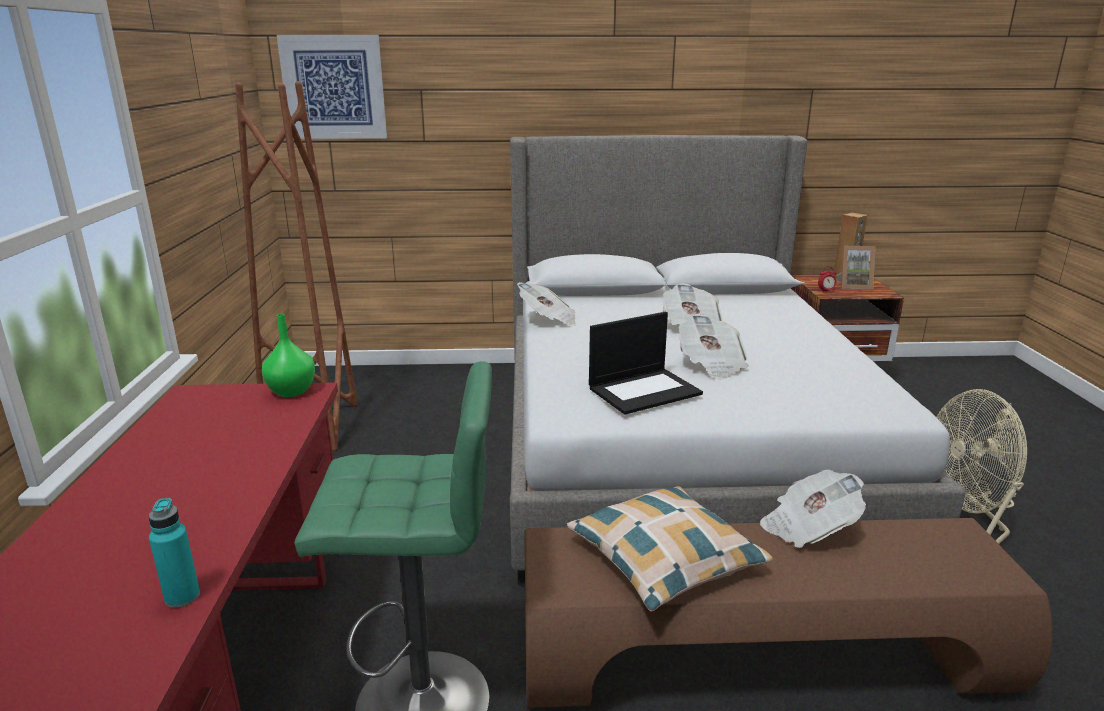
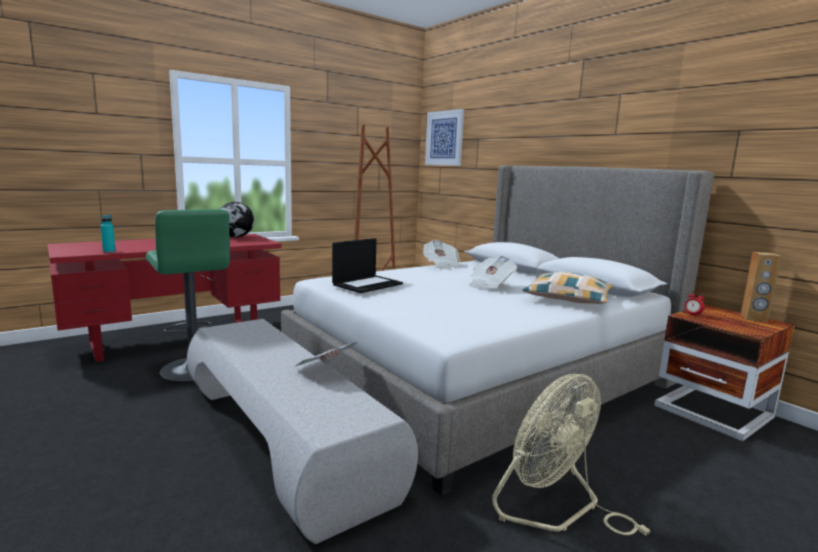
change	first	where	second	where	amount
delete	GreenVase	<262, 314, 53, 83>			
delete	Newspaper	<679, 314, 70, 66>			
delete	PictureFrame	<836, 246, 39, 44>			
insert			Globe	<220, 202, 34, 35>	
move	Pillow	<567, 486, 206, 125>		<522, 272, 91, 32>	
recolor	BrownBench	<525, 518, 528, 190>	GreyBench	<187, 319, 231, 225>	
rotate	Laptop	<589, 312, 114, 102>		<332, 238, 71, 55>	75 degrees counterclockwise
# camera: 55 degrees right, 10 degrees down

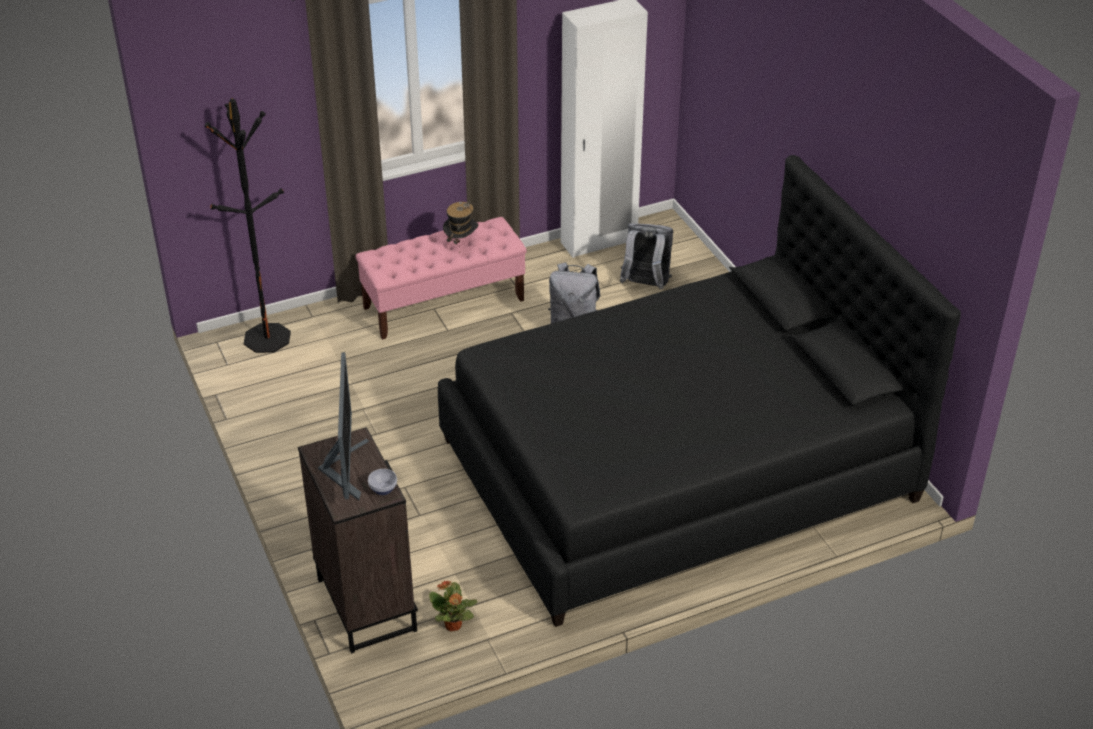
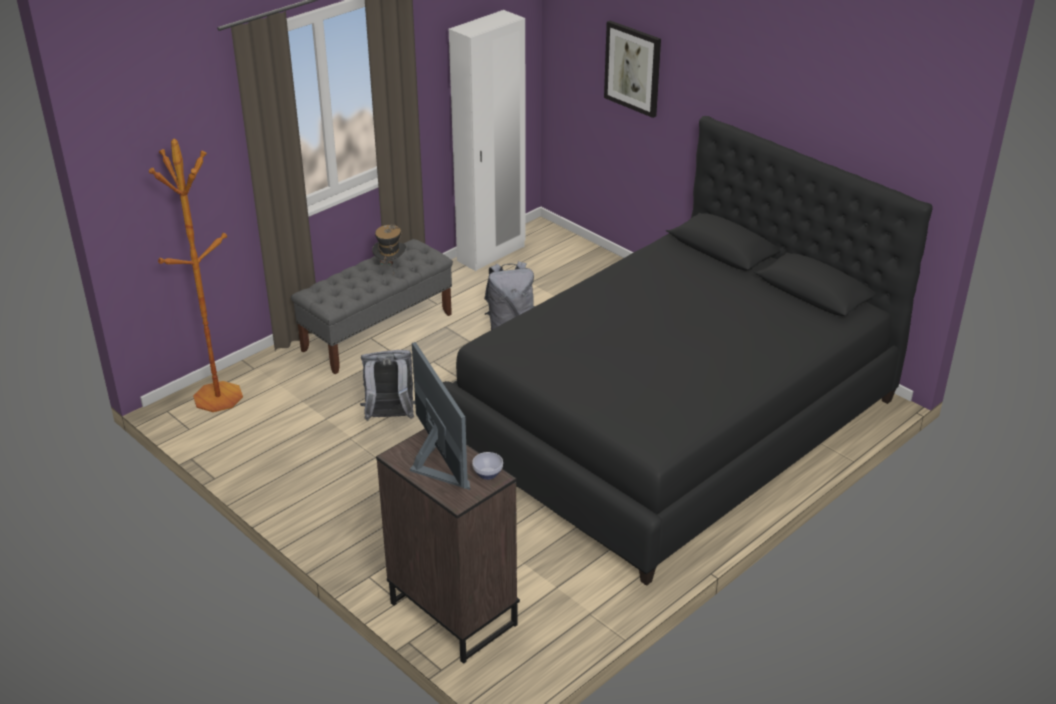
change	first	where	second	where	amount
delete	PottedPlant	<429, 580, 48, 51>			
insert			Picture	<604, 21, 57, 97>	
move	GreyBackpack	<620, 223, 53, 66>		<360, 350, 55, 71>	
recolor	BlackClothesRack	<205, 98, 86, 255>	OrangeClothesRack	<149, 139, 94, 273>	
recolor	PinkBench	<355, 217, 172, 123>	GreyBench	<291, 239, 162, 135>	
# camera: 20 degrees left, 5 degrees down

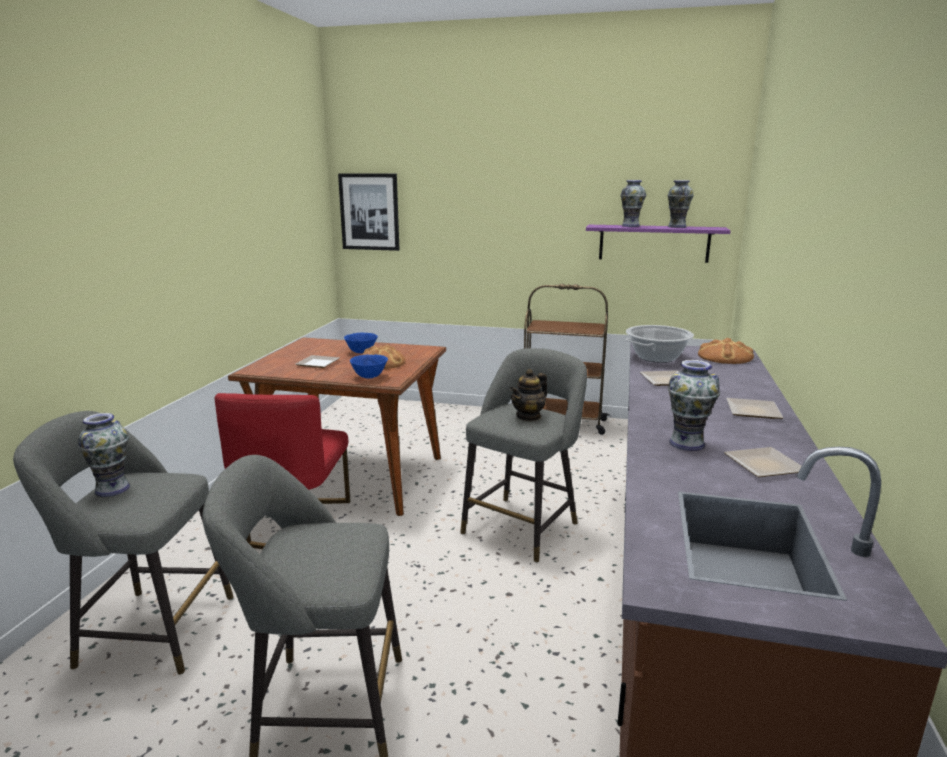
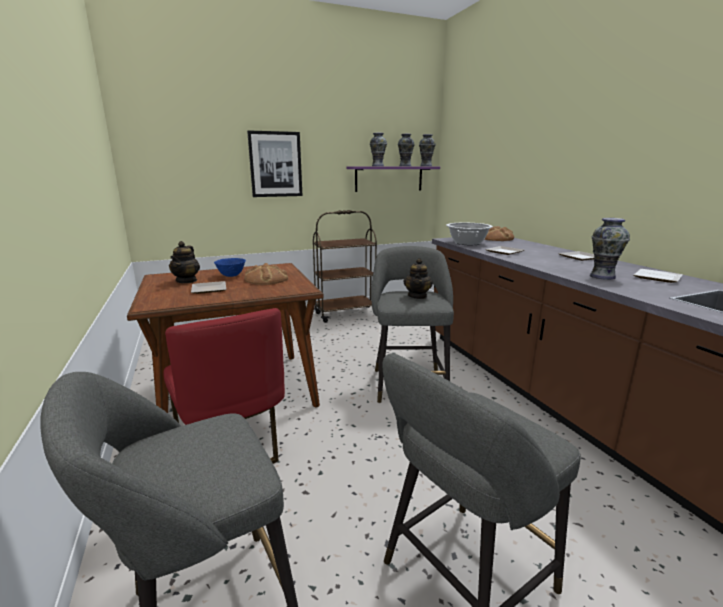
change	first	where	second	where	amount
delete	BlueBowl	<350, 354, 38, 25>			
insert			Teapot	<169, 241, 31, 42>	
move	Vase	<77, 413, 53, 84>		<419, 134, 17, 32>	
move	Picture	<338, 173, 61, 78>		<247, 130, 56, 67>	
# camera: 35 degrees left, 0 degrees up

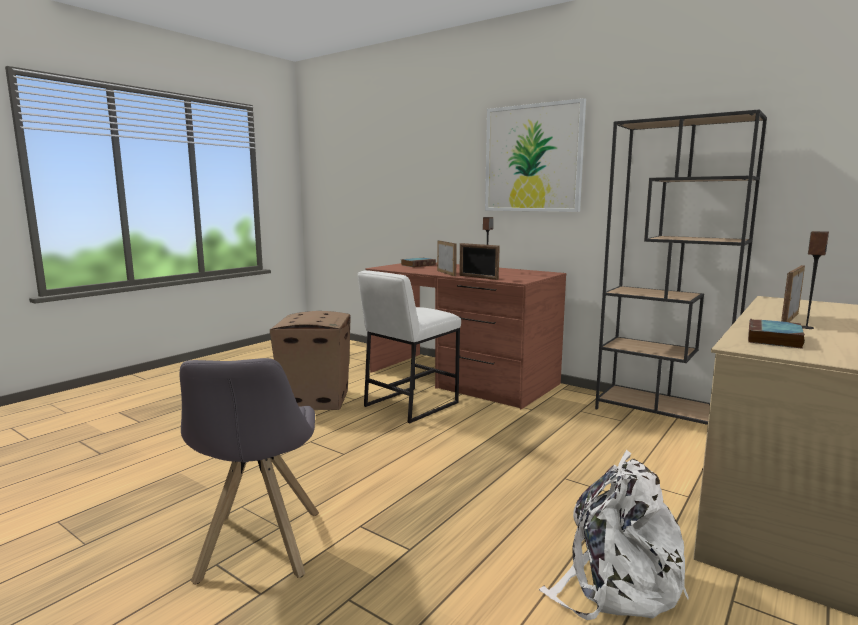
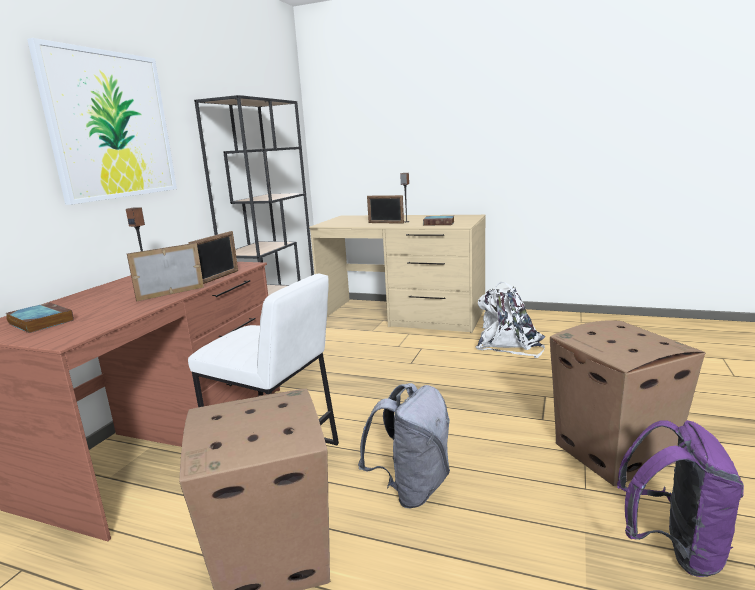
change	first	where	second	where	amount
insert			GreyBackpack	<358, 383, 92, 125>	
insert			PurpleBackpack	<617, 420, 127, 157>	
replace	GreyChair	<179, 358, 140, 227>	CardboardBox	<550, 320, 156, 166>	
# camera: 105 degrees left, 5 degrees up

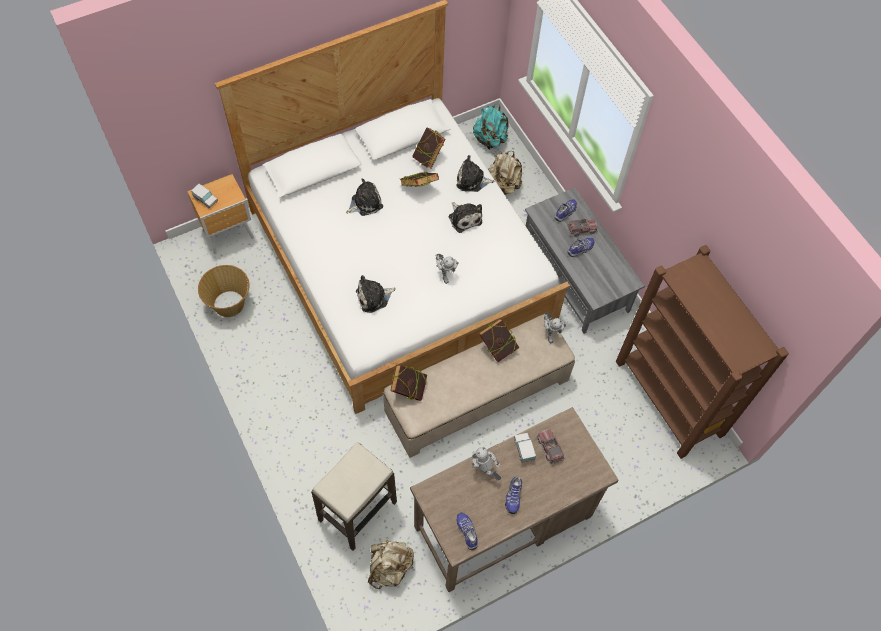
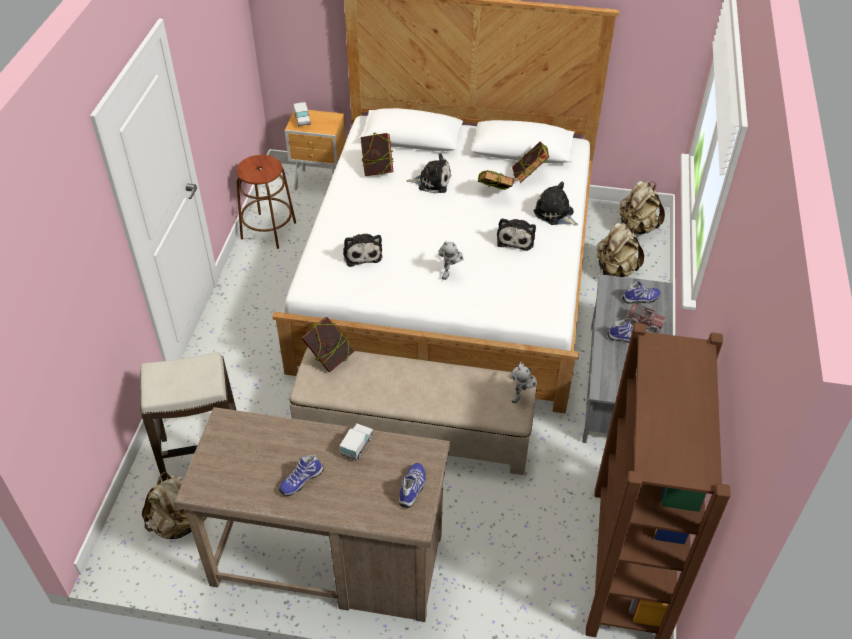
change	first	where	second	where	amount
delete	ToyRobot	<472, 447, 29, 33>			
delete	ToyTruck	<537, 429, 28, 36>			
move	Shoe	<456, 513, 22, 37>		<399, 463, 27, 45>	
move	Book	<479, 319, 40, 43>		<360, 133, 34, 43>	
replace	Basket	<198, 265, 52, 52>	BrownStool	<236, 155, 60, 94>	
recolor	TurquoiseBackpack	<473, 104, 36, 46>	BeigeBackpack	<620, 181, 45, 53>	
rotate	PlushToy	<356, 275, 40, 38>		<343, 234, 39, 33>	120 degrees counterclockwise
# camera: 40 degrees right, 15 degrees down

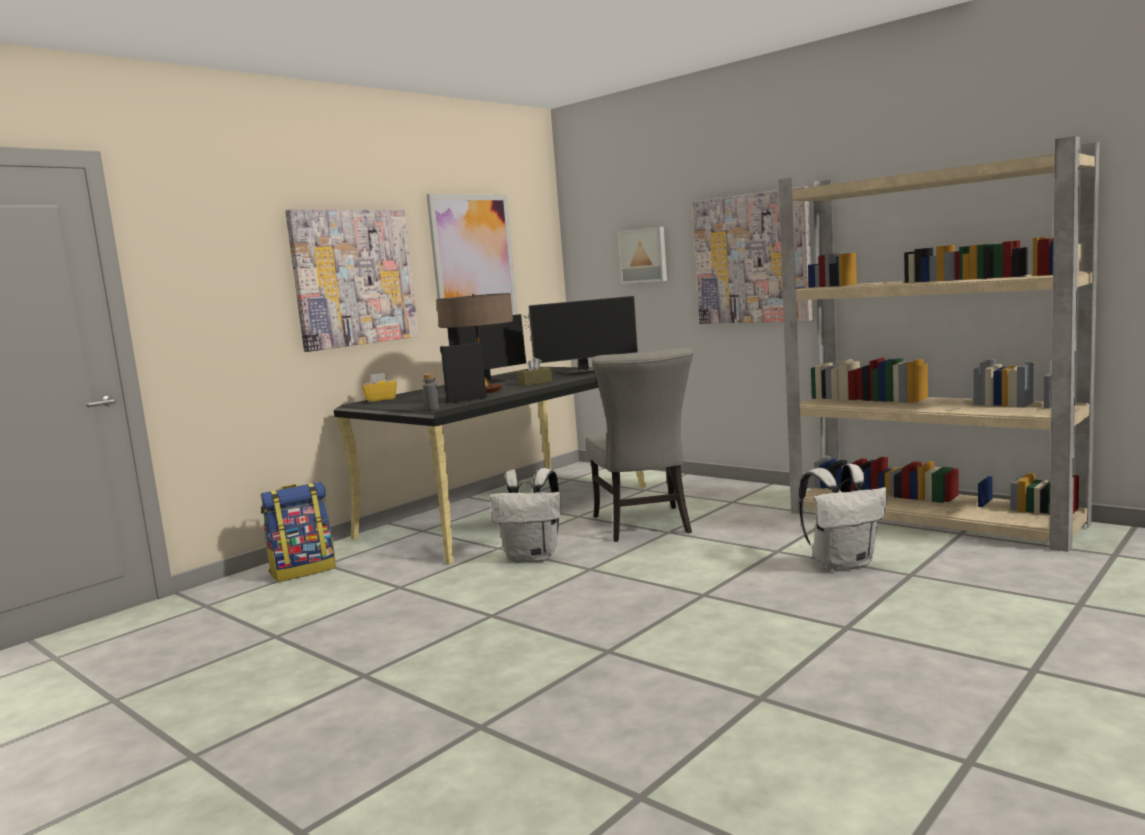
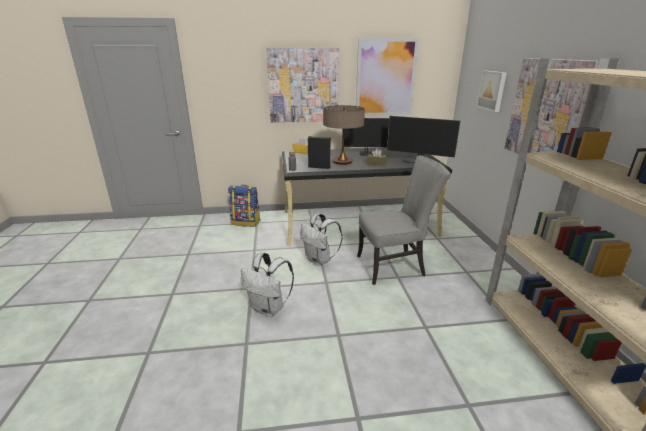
change	first	where	second	where	amount
move	WhiteBackpack	<799, 464, 89, 107>		<241, 252, 53, 65>	
rotate	GreyChair	<586, 348, 107, 194>		<357, 155, 94, 130>	135 degrees counterclockwise
# camera: 40 degrees right, 15 degrees up

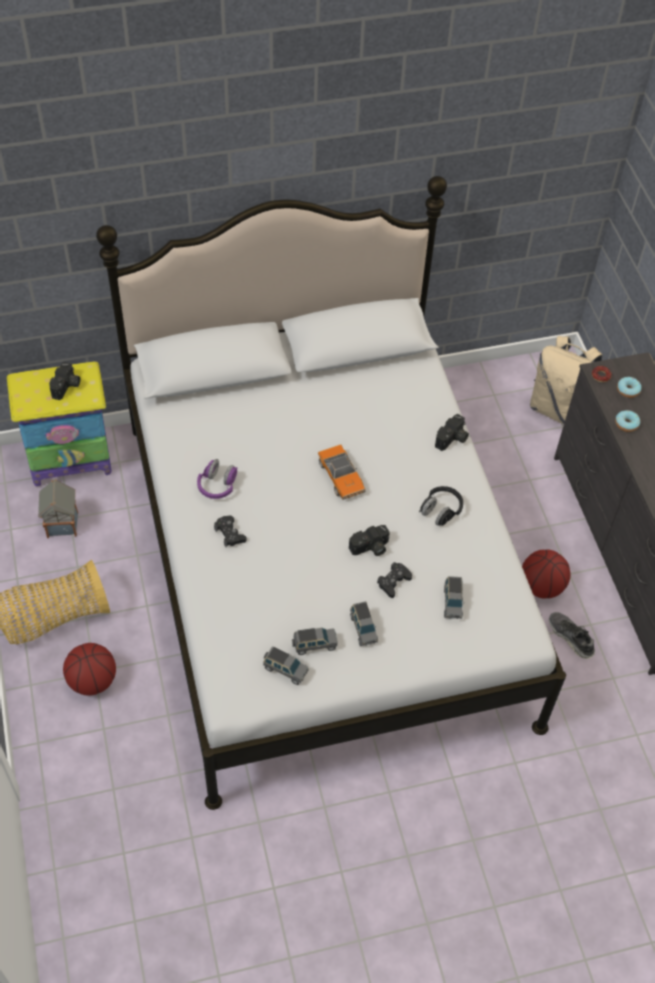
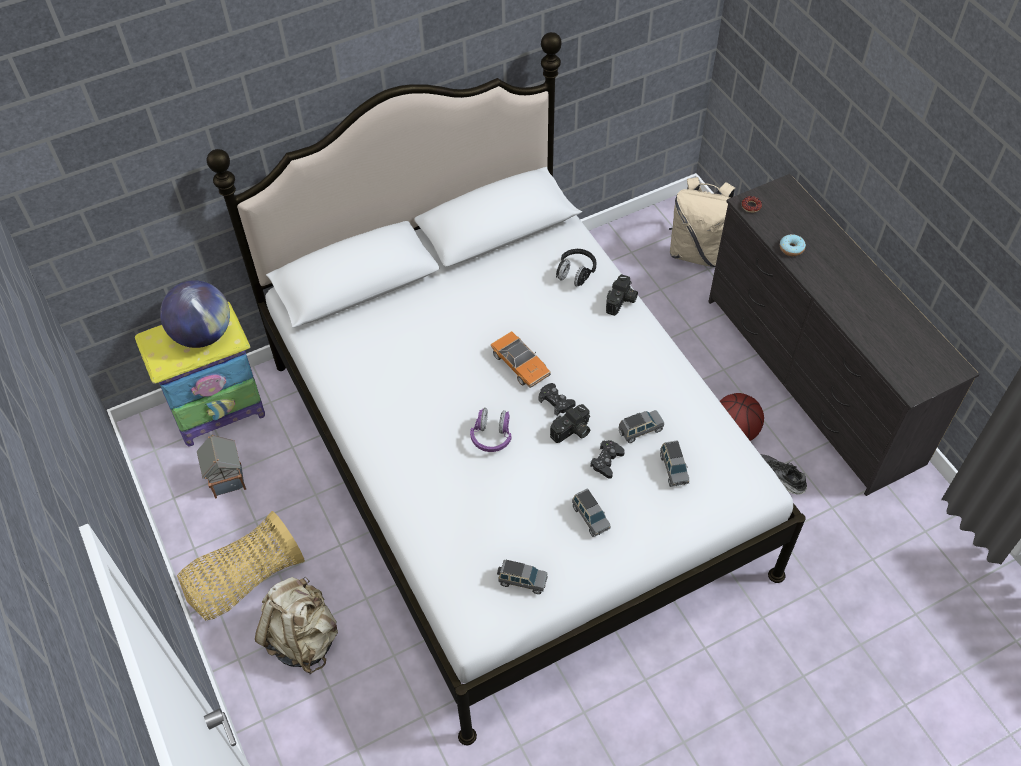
change	first	where	second	where	amount
delete	Donut	<617, 377, 25, 21>			
move	PurpleHeadphones	<197, 459, 41, 40>		<470, 408, 42, 44>	
move	BlackGameController	<214, 516, 33, 31>		<538, 383, 38, 33>	
move	GreyToyCar	<292, 628, 46, 27>		<618, 410, 46, 33>	
move	BlackHeadphones	<419, 486, 44, 40>		<556, 249, 40, 38>	
replace	PhotoCamera	<49, 362, 31, 38>	Globe	<160, 280, 70, 68>	
replace	Basketball	<63, 643, 53, 53>	BeigeBackpack	<255, 577, 83, 97>	
# camera: 10 degrees left, 0 degrees up

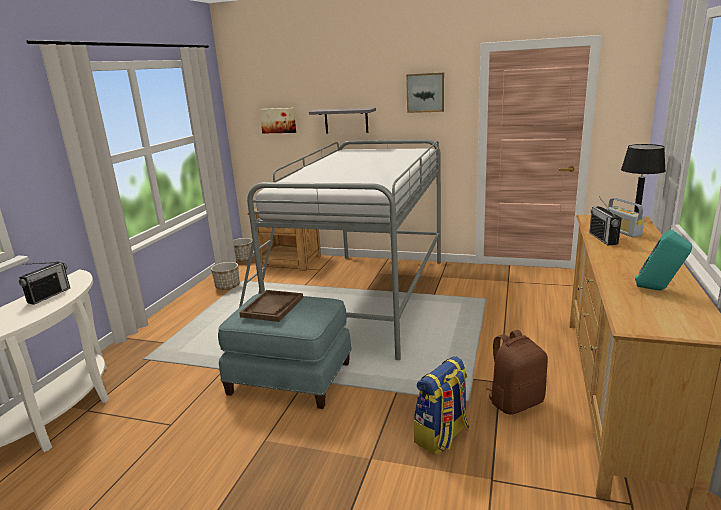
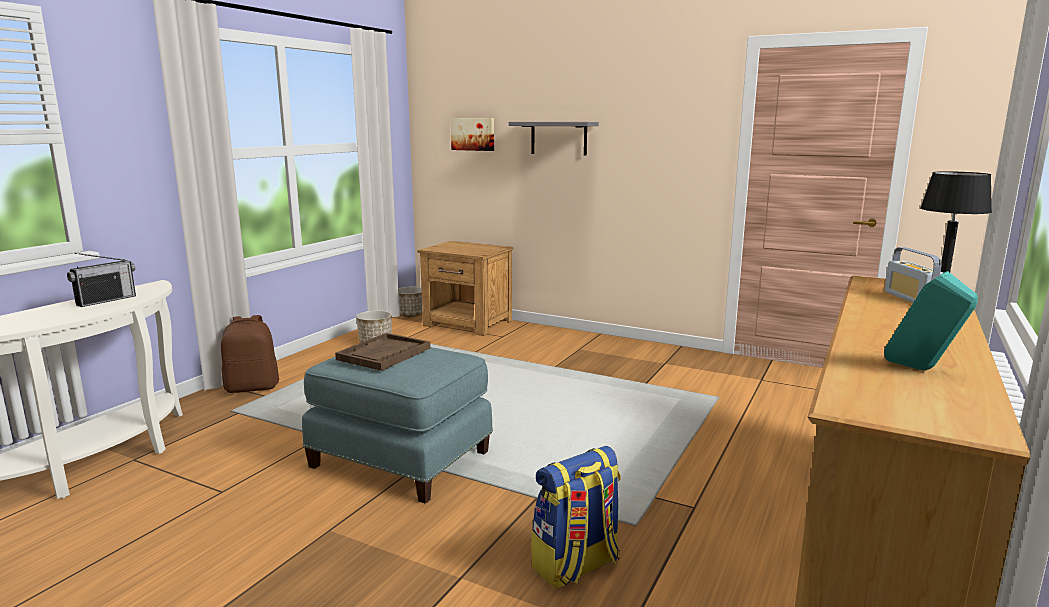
change	first	where	second	where	amount
delete	GreyBed	<239, 139, 202, 221>			
delete	Picture	<406, 73, 38, 40>			
delete	Radio	<589, 196, 33, 49>			
move	BrownBackpack	<487, 330, 61, 85>		<221, 315, 58, 78>	
# camera: 10 degrees right, 5 degrees down

